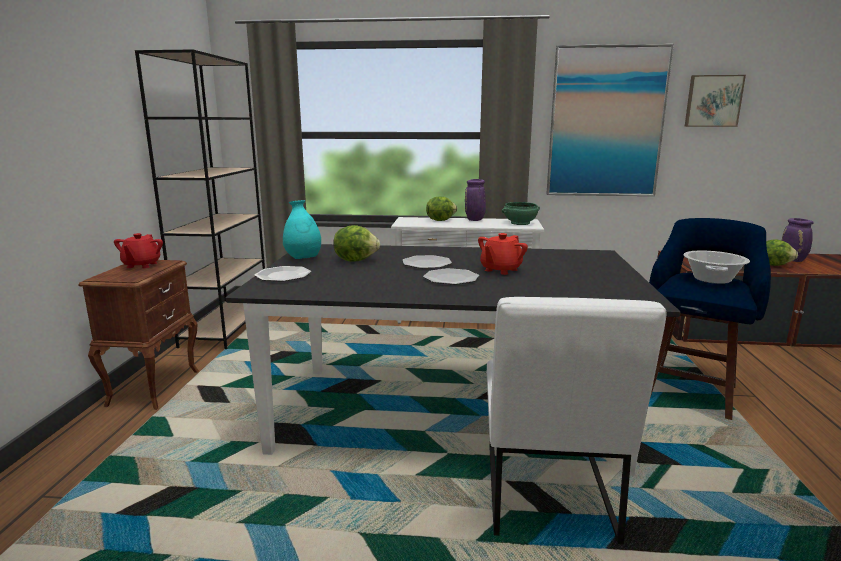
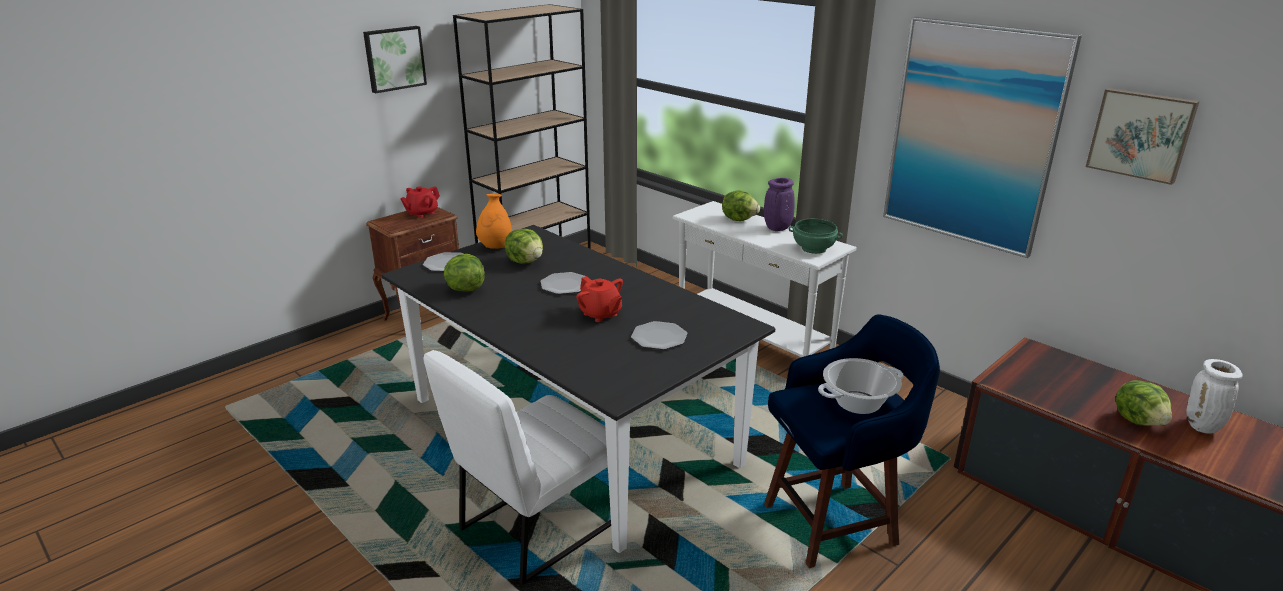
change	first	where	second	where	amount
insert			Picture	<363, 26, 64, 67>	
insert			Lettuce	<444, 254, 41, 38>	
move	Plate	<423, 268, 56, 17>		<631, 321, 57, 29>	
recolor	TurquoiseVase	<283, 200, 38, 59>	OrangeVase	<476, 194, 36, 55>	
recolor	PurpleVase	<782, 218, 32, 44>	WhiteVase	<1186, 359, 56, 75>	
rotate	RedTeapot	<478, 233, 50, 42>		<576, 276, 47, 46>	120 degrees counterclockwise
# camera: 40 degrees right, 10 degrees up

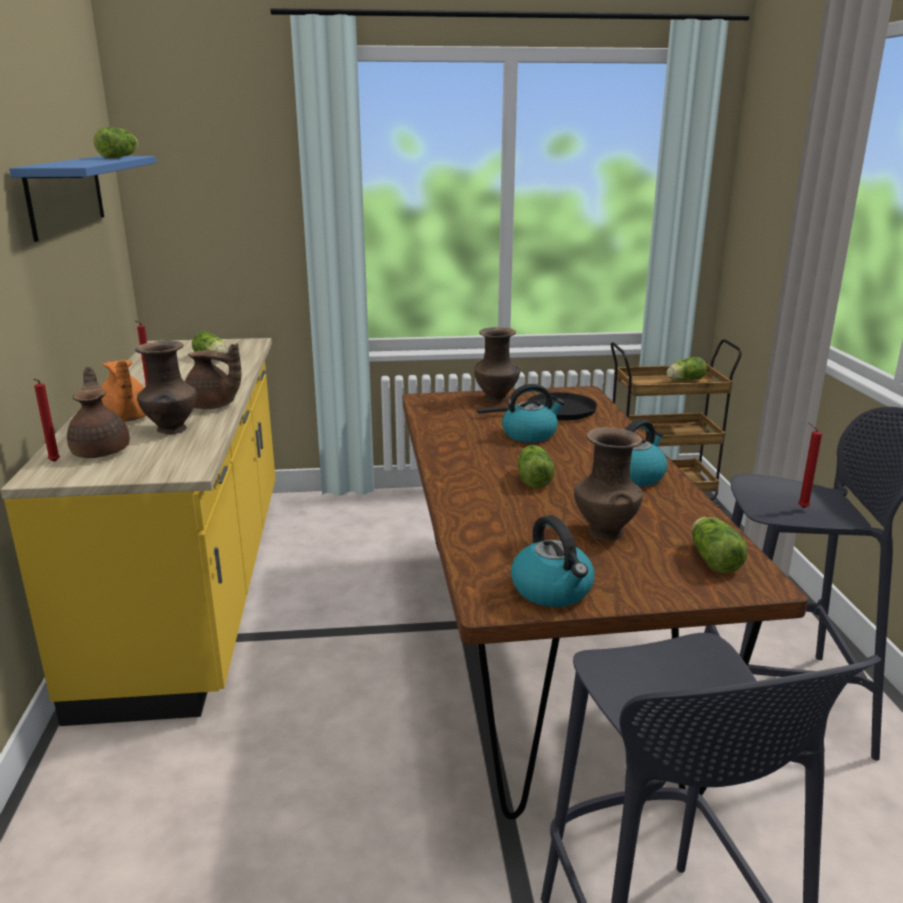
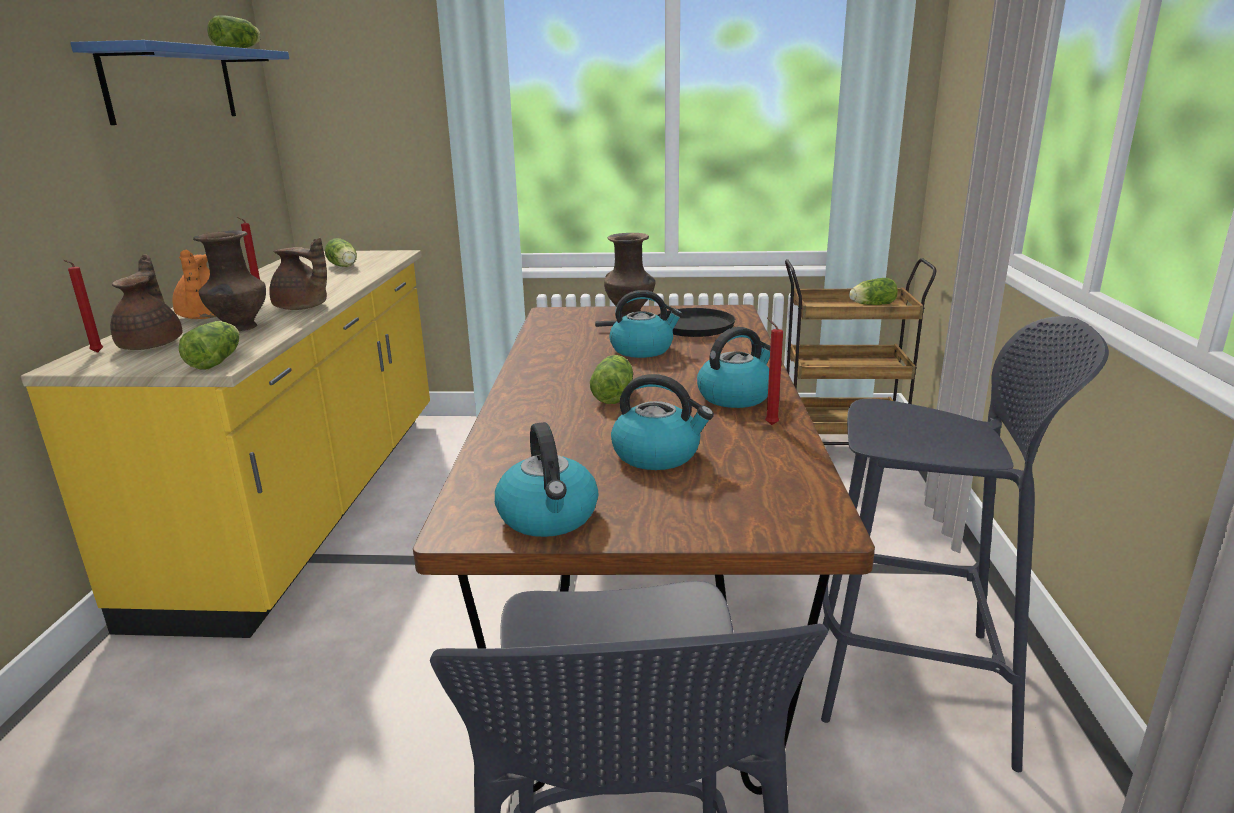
change	first	where	second	where	amount
move	Lettuce	<692, 517, 56, 56>		<179, 321, 61, 49>	
move	RedCandle	<798, 422, 24, 86>		<765, 318, 18, 107>	
replace	BrownVase	<574, 427, 69, 114>	Kettle	<611, 374, 103, 96>	
# camera: 10 degrees right, 0 degrees up

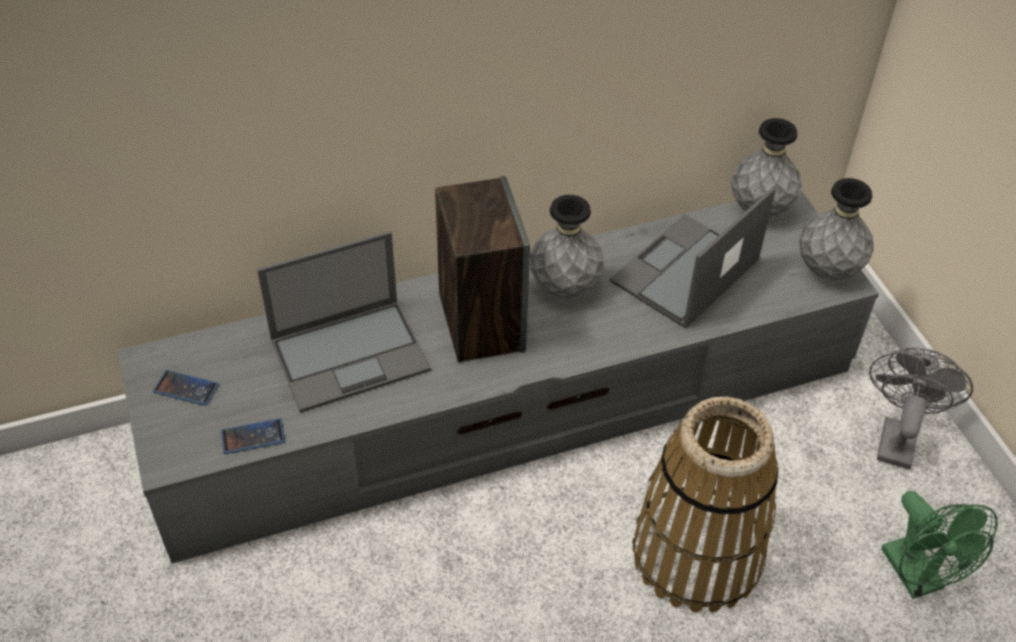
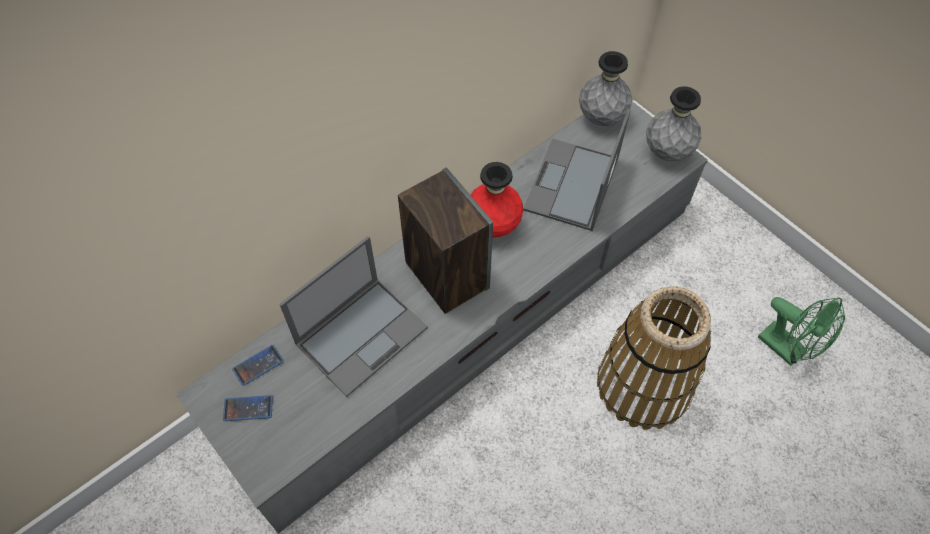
change	first	where	second	where	amount
delete	GreyFan	<869, 347, 104, 122>			
move	Phone	<221, 418, 64, 36>		<232, 345, 52, 41>	
recolor	GreyVase	<530, 195, 74, 103>	RedVase	<471, 162, 52, 75>	
# camera: 20 degrees left, 10 degrees up

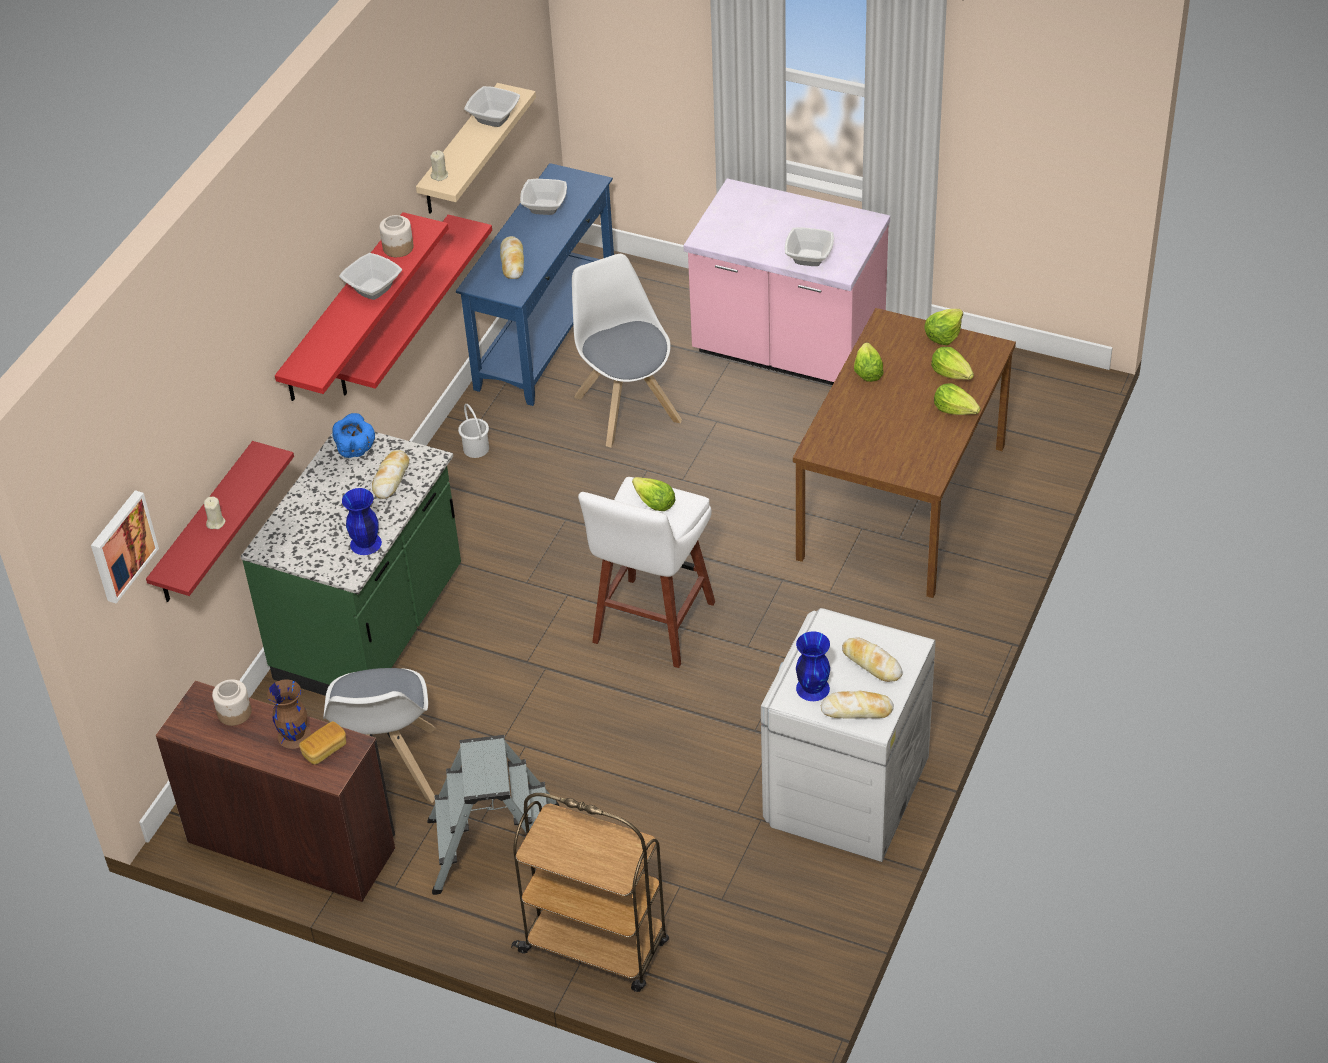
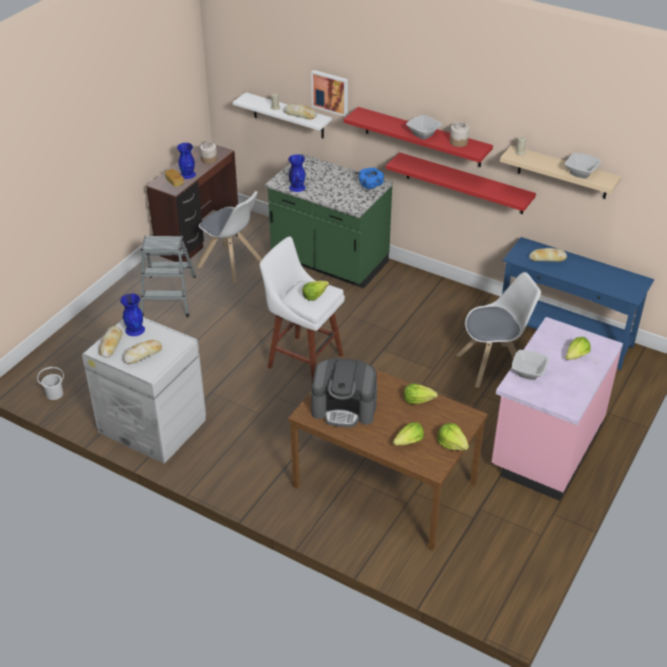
change	first	where	second	where	amount
delete	BrownCart	<511, 793, 158, 199>			
delete	Bowl	<520, 179, 47, 36>			
insert			CoffeeMachine	<311, 358, 66, 69>	
move	Picture	<91, 490, 68, 114>		<311, 70, 37, 47>	
move	Bread	<372, 450, 37, 49>		<284, 103, 33, 16>	
move	WhiteBucket	<458, 404, 31, 54>		<37, 367, 27, 33>	
move	Lettuce	<934, 383, 47, 32>		<565, 337, 26, 23>	
recolor	RedShelf	<146, 441, 148, 161>	WhiteShelf	<233, 92, 99, 46>	
recolor	BrownVase	<267, 679, 44, 70>	BlueVase	<177, 143, 19, 36>	
rotate	Chair	<323, 668, 113, 135>		<197, 191, 65, 92>	150 degrees counterclockwise
# camera: 95 degrees right, 5 degrees down

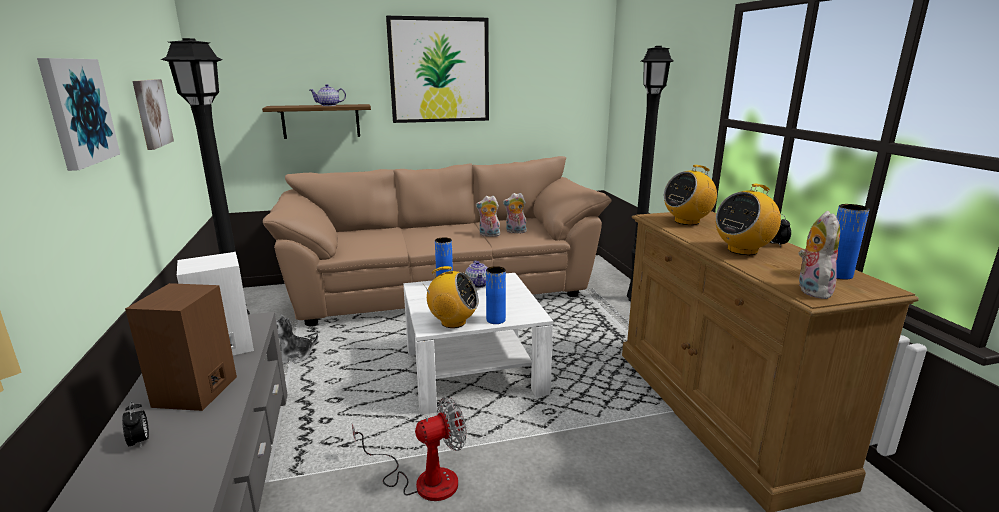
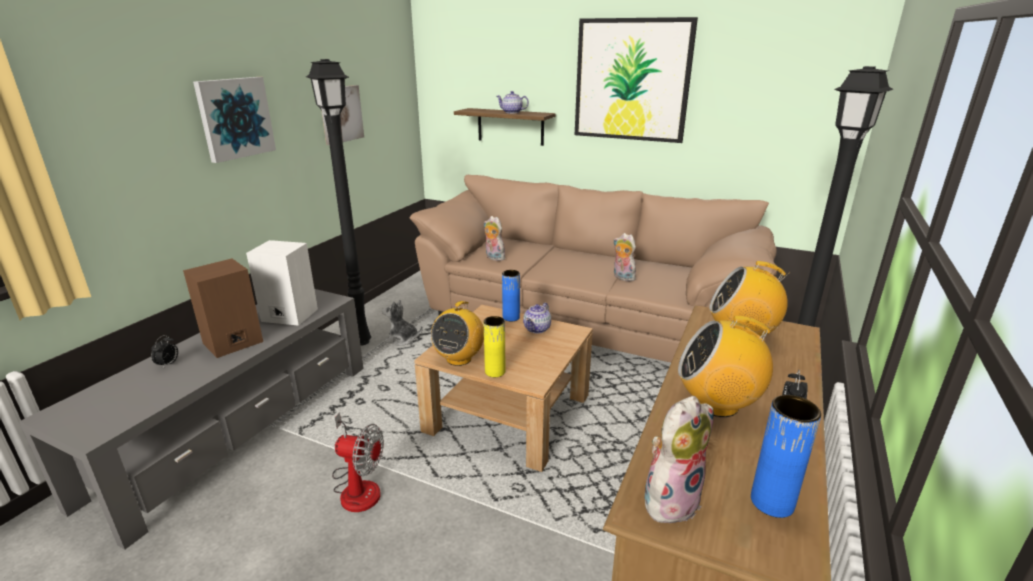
change	first	where	second	where	amount
move	PlushToy	<503, 193, 24, 40>		<483, 216, 22, 45>	
recolor	WhiteCoffeeTable	<403, 273, 150, 142>	BrownCoffeeTable	<414, 305, 179, 167>	
recolor	BlueVase	<486, 266, 20, 58>	YellowVase	<483, 316, 22, 61>	
rotate	Radio	<421, 266, 58, 62>		<431, 301, 53, 65>	60 degrees clockwise
# camera: 40 degrees right, 5 degrees up

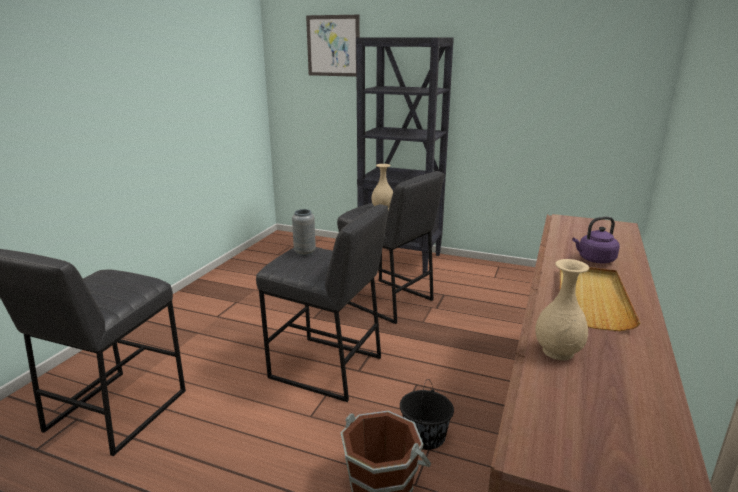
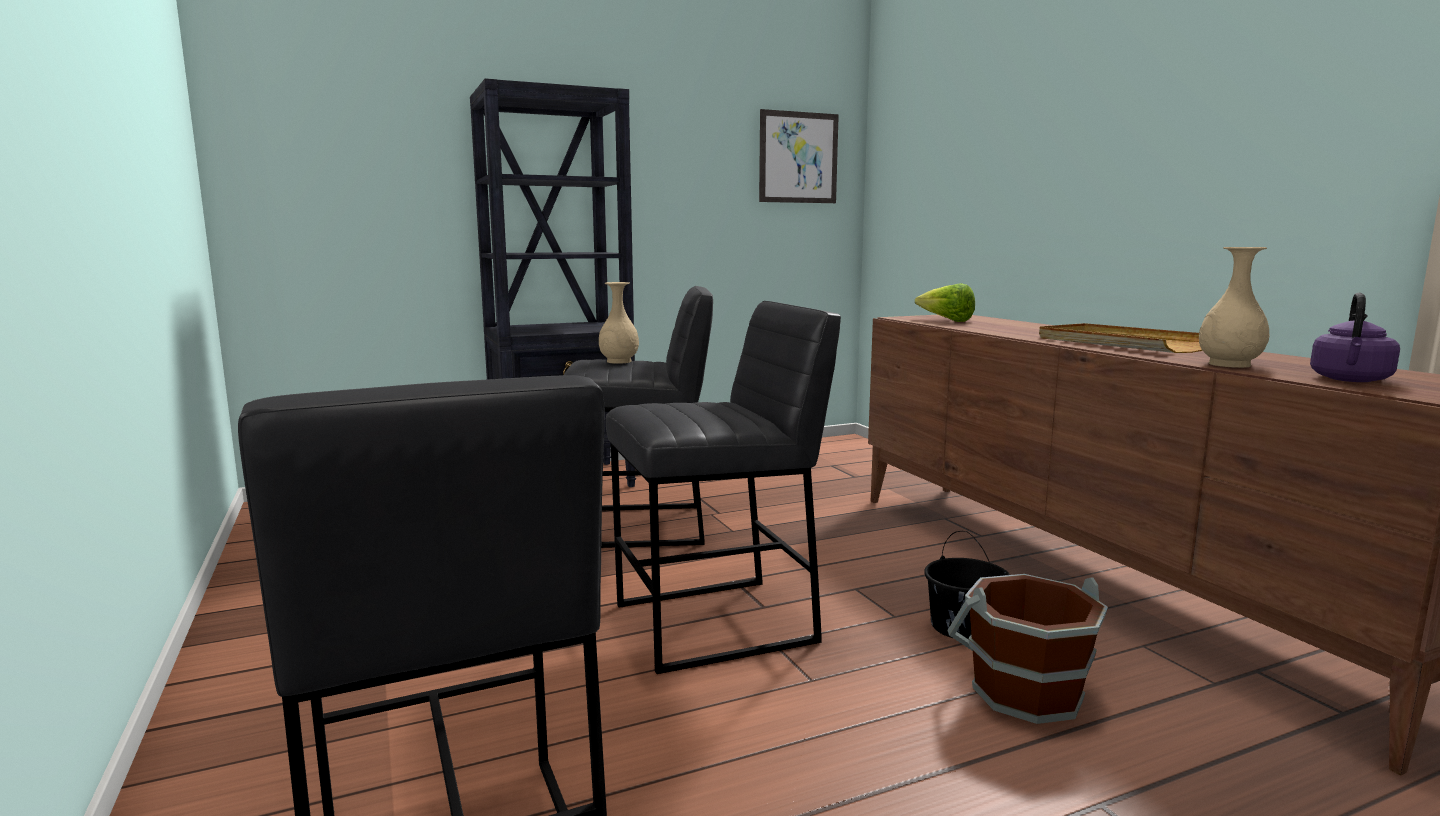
change	first	where	second	where	amount
delete	GreyVase	<292, 209, 24, 47>			
insert			Lettuce	<915, 283, 60, 39>	
move	Picture	<306, 15, 54, 62>		<759, 109, 80, 94>	
move	PurpleKettle	<572, 217, 48, 47>		<1310, 292, 90, 90>	
# camera: 45 degrees left, 10 degrees down

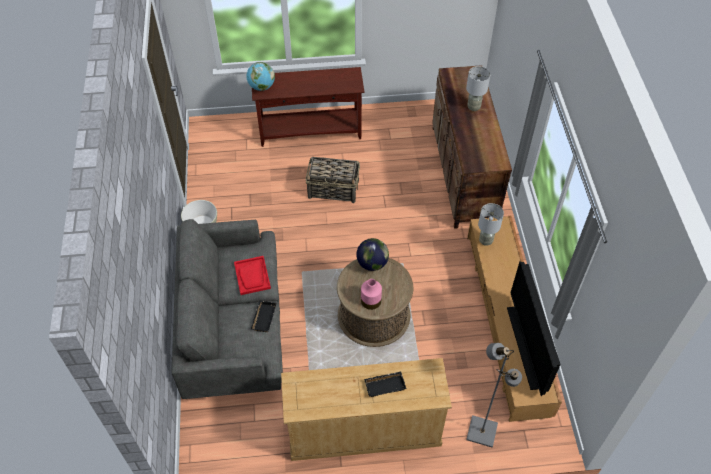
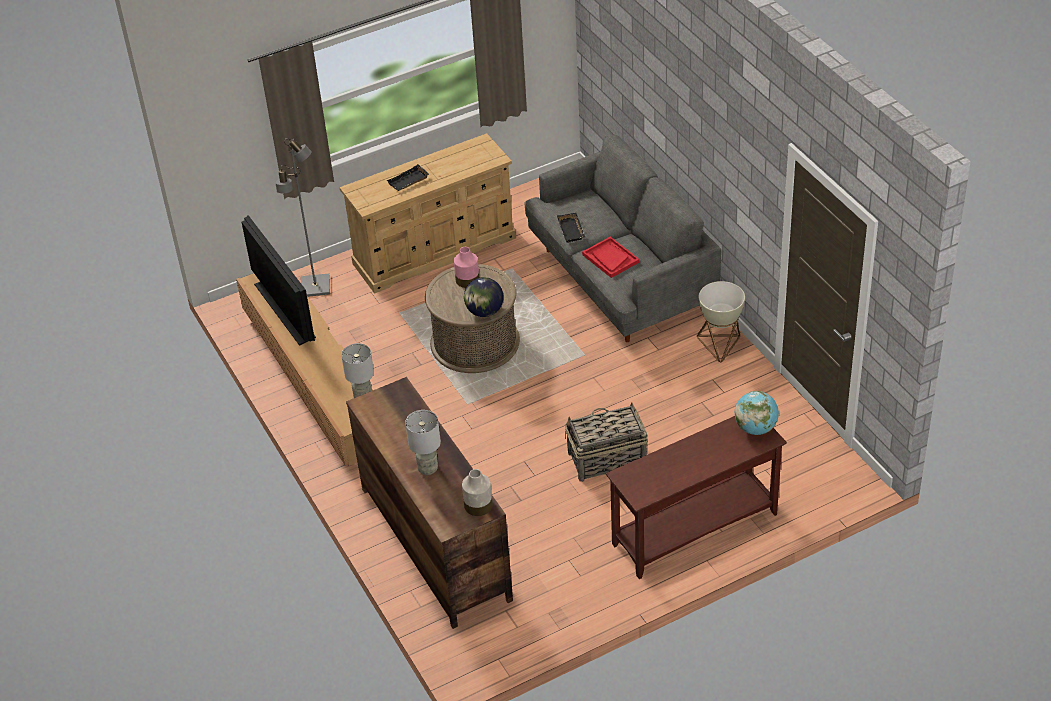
change	first	where	second	where	amount
insert			BeigeVase	<462, 469, 31, 47>	
# camera: 160 degrees right, 10 degrees down

